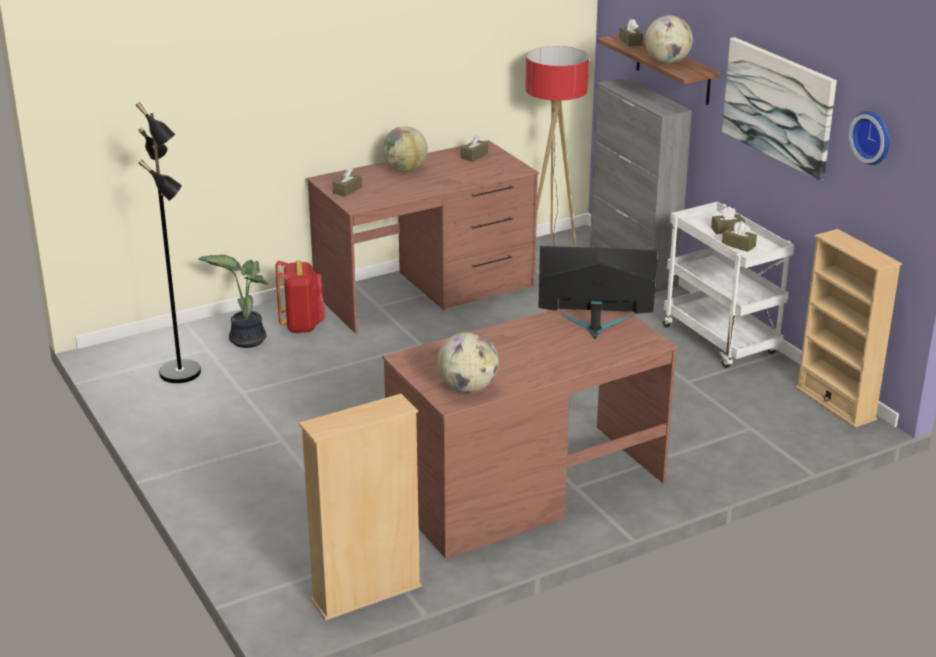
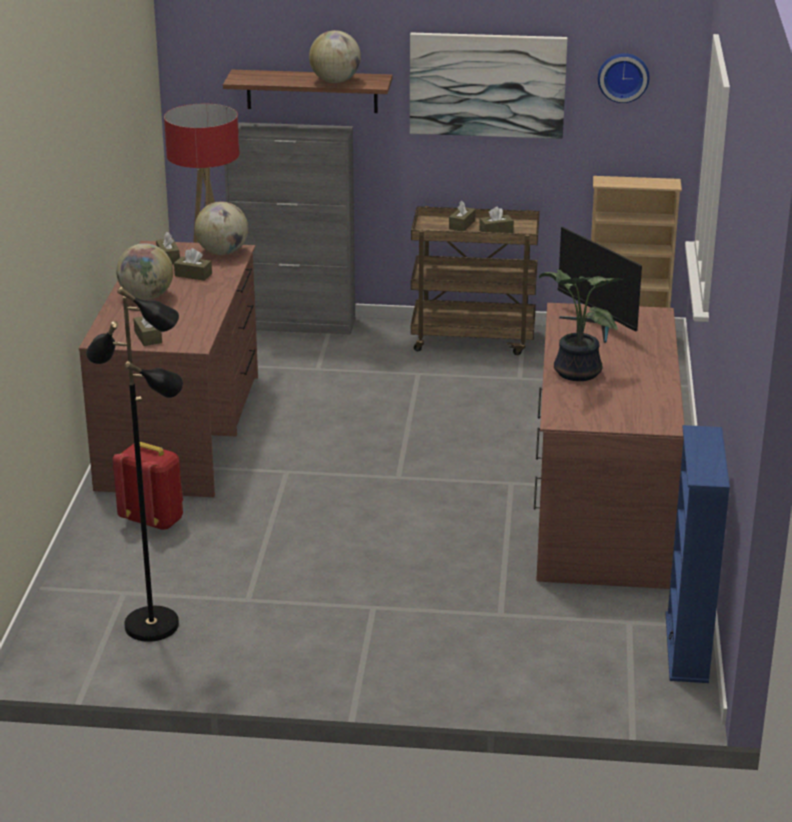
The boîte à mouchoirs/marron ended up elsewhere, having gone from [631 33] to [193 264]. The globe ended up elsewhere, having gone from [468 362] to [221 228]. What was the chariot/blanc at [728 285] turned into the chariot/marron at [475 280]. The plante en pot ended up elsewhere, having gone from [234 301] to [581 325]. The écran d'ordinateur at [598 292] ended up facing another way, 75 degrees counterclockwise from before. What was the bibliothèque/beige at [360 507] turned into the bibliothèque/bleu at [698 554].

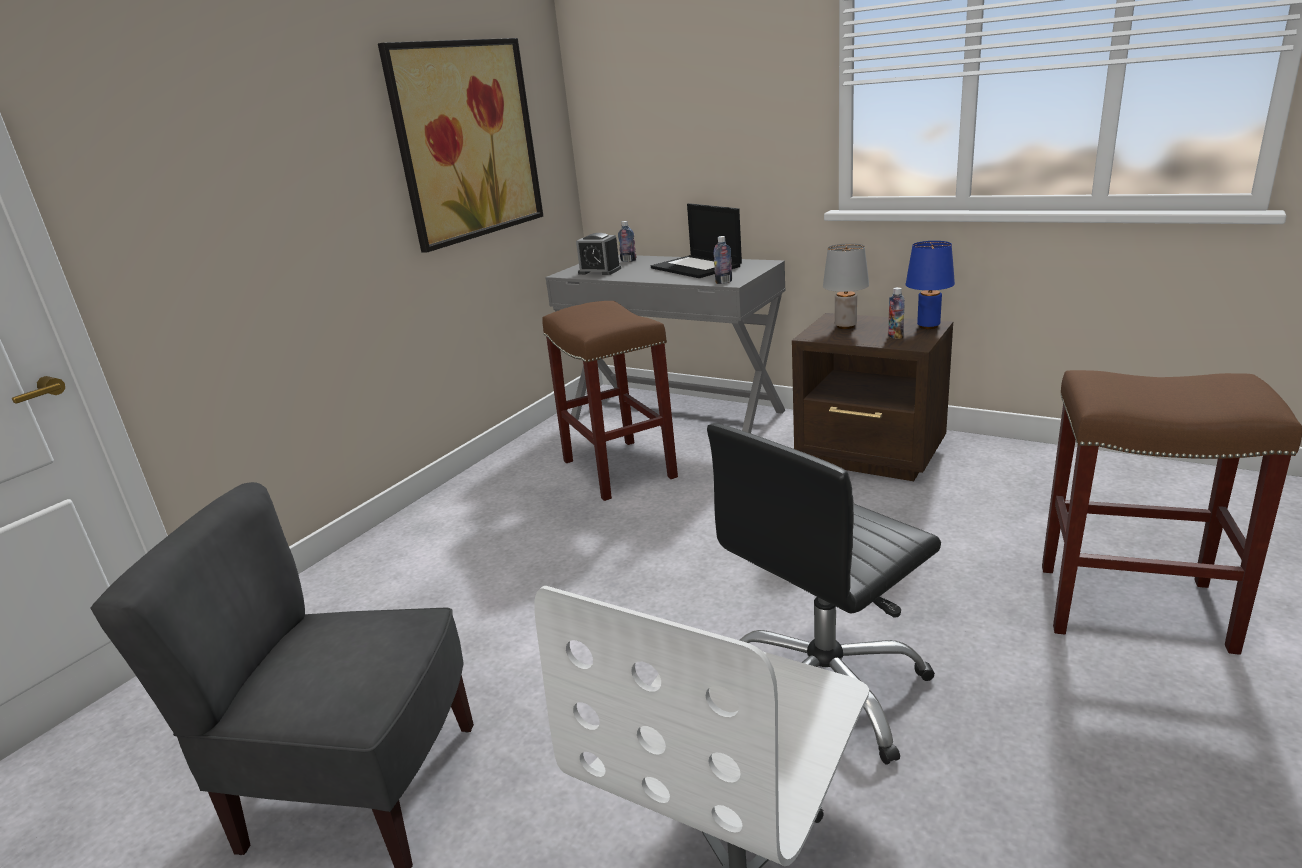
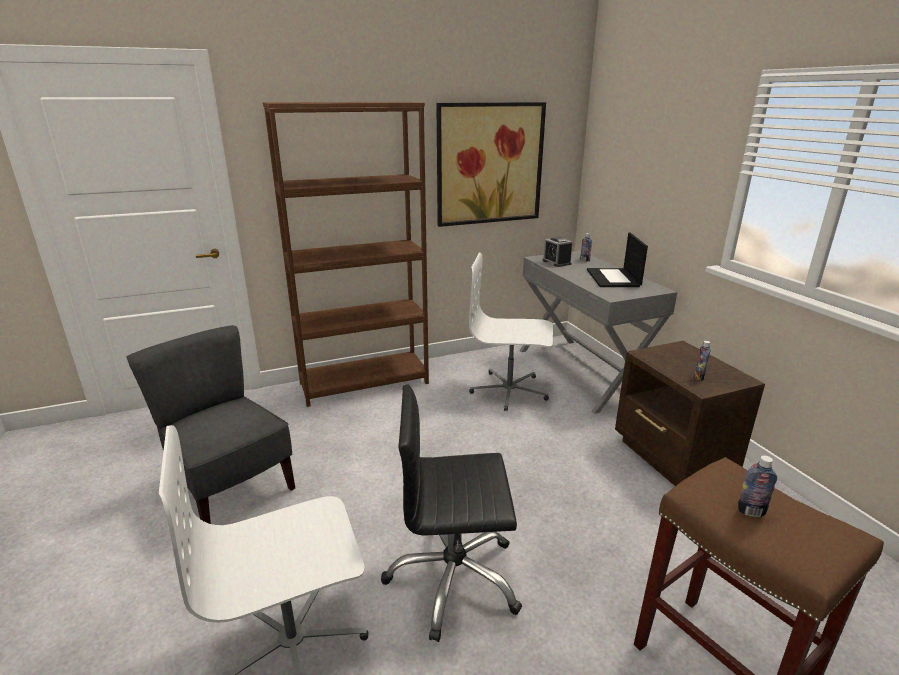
The second view gained the bibliothèque/marron at [346 254]. Where the tabouret/marron stood at [610 401], the chaise de bureau/blanc came to stand at [511 332]. The bouteille ended up elsewhere, having gone from [723 260] to [757 486]. The second view lost the lampe de table/gris at [846 286]. The second view lost the lampe de table/bleu at [930 285].

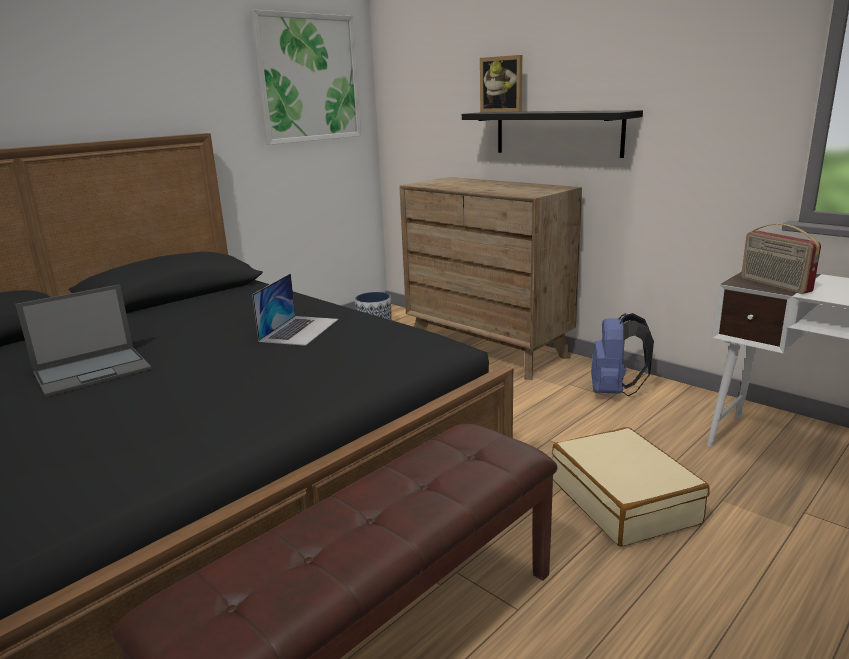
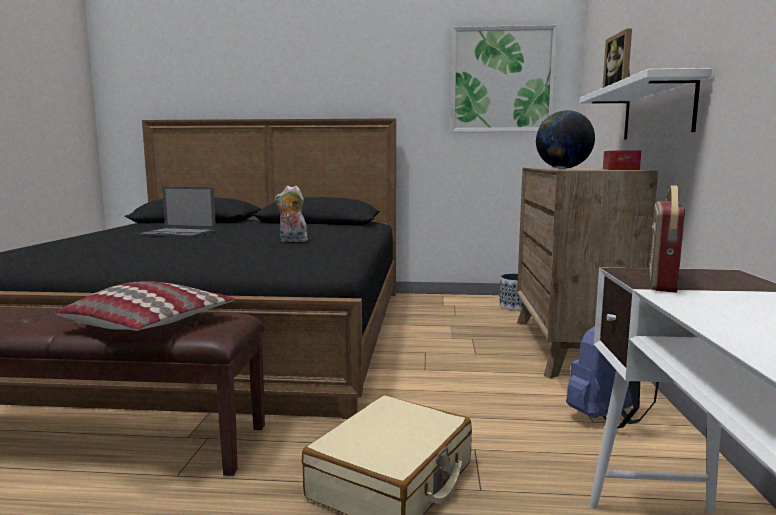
The second view gained the coussin at [145 306]. Where the ordinateur portable stood at [295 309], the peluche came to stand at [291 214]. The second view gained the globe at [565 139]. What was the étagère/noir at [552 134] turned into the étagère/blanc at [645 103]. The second view gained the boîte à mouchoirs at [622 160].

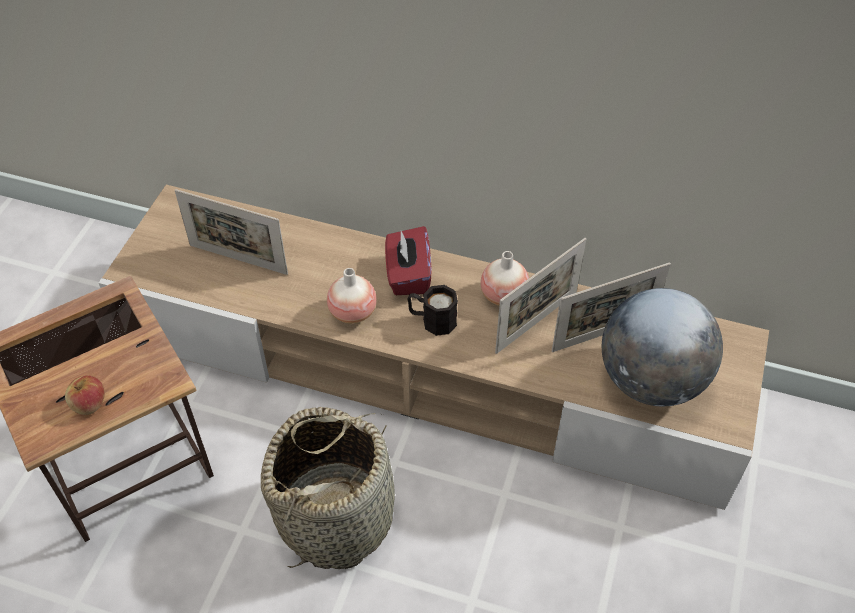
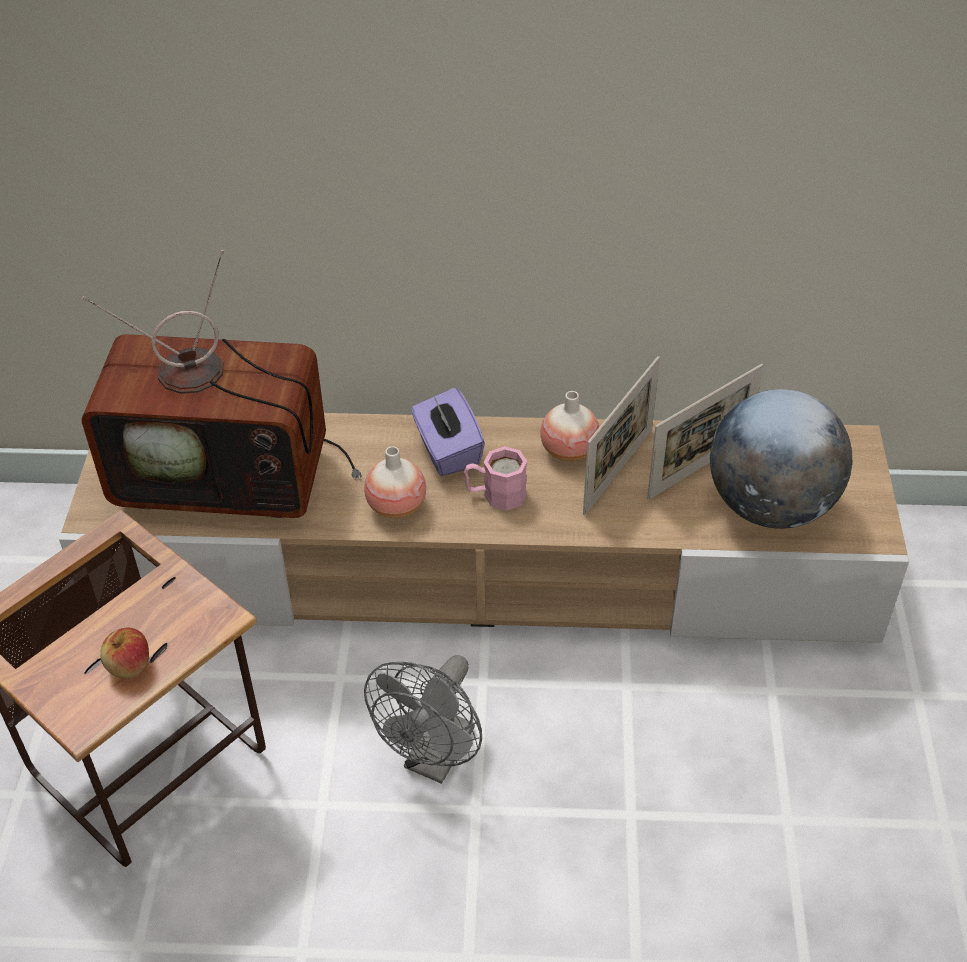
Where the cadre photo stood at [231 232], the téléviseur came to stand at [222 384]. Where the panier stood at [328 488], the ventilateur/gris came to stand at [423 719]. What was the boîte à mouchoirs/rouge at [408 260] turned into the boîte à mouchoirs/violet at [448 432]. What was the mug/noir at [433 310] turned into the mug/rose at [495 478].

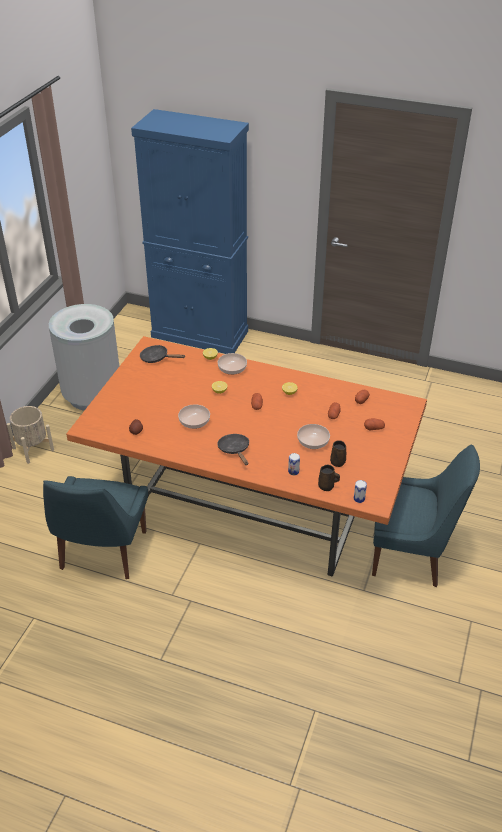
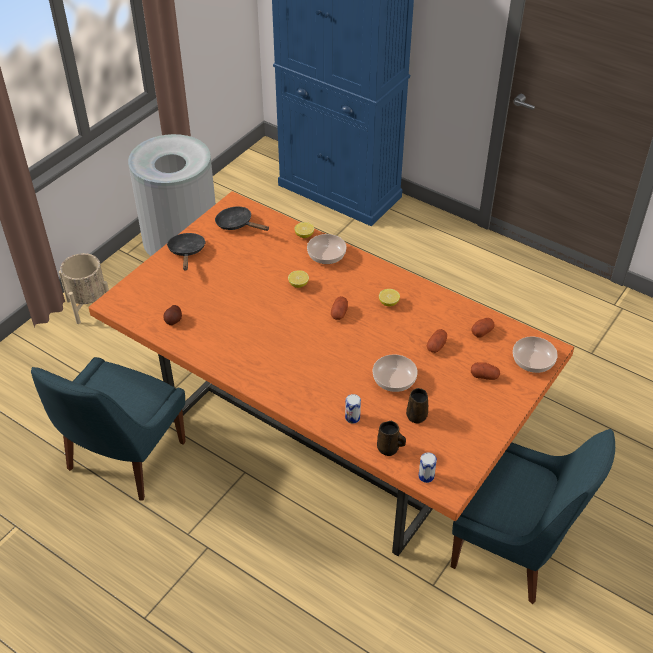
The poêle/noir ended up elsewhere, having gone from [233 449] to [186 251]. The bol ended up elsewhere, having gone from [194 416] to [535 354].

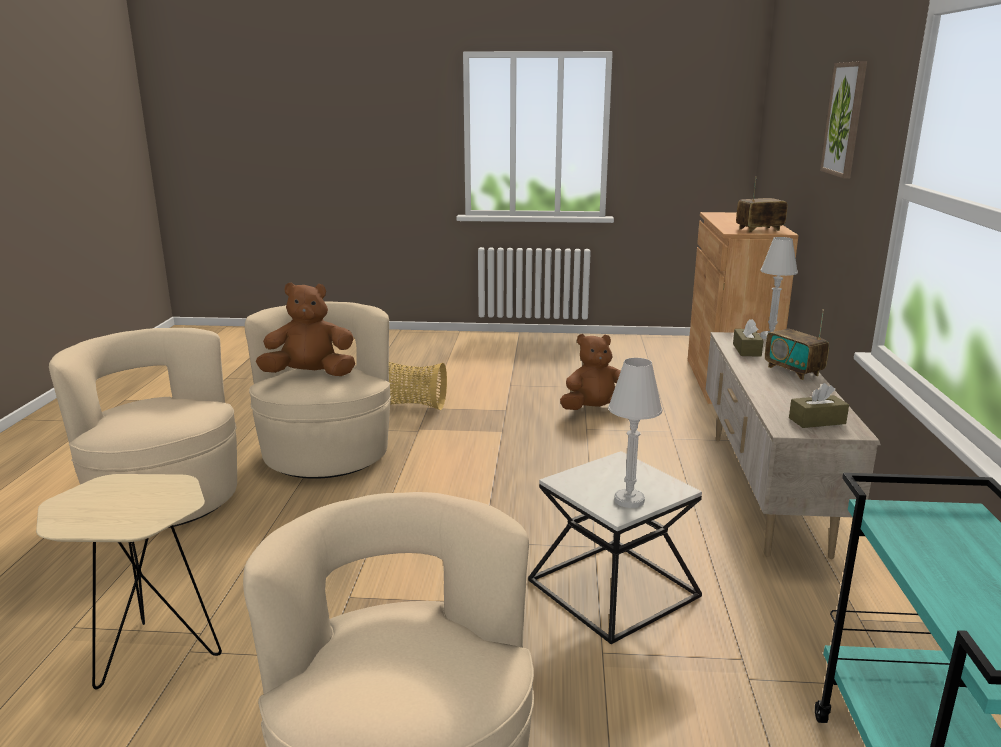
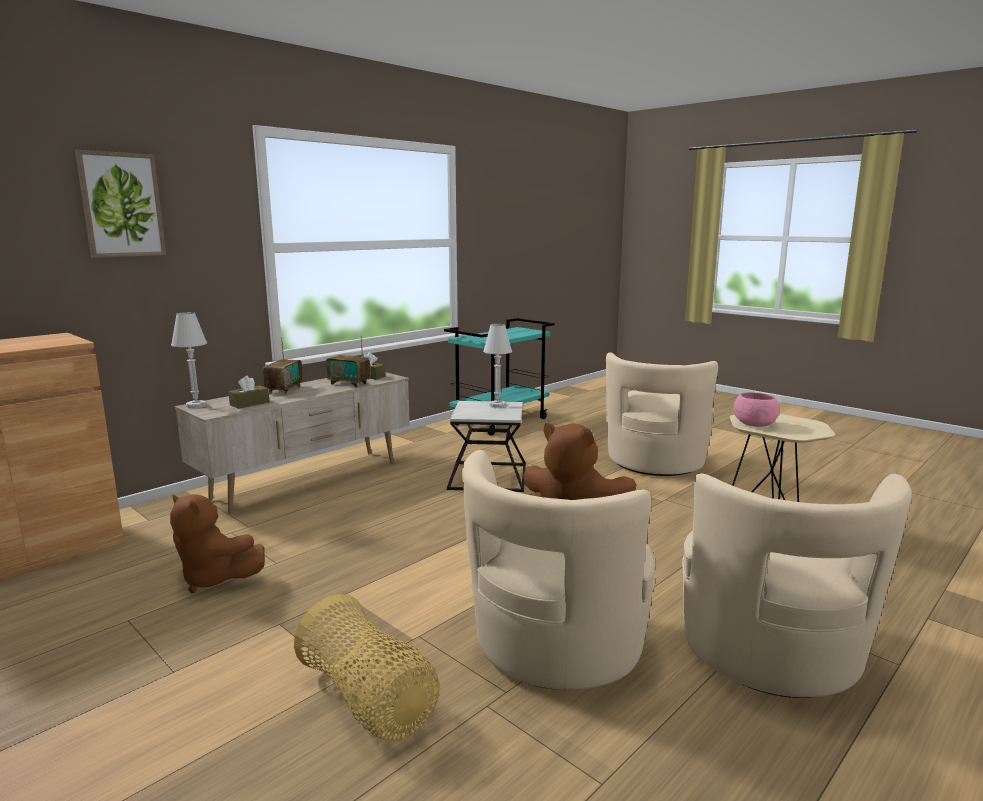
The radio ended up elsewhere, having gone from [762 204] to [348 362]. The second view gained the bol/rose at [756 409].

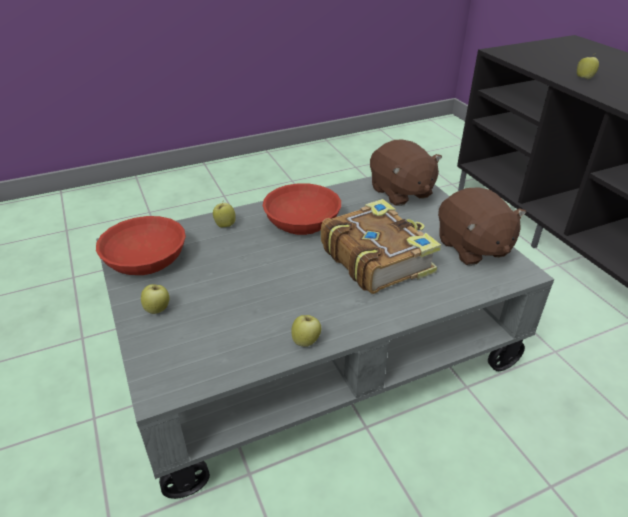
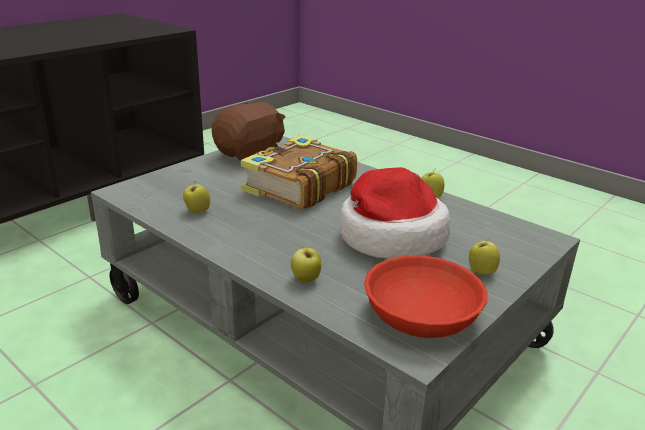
The pomme ended up elsewhere, having gone from [588 67] to [196 197]. The second view gained the chapeau at [395 213]. The second view lost the bol/rouge at [302 209]. The second view lost the peluche/marron at [406 172].

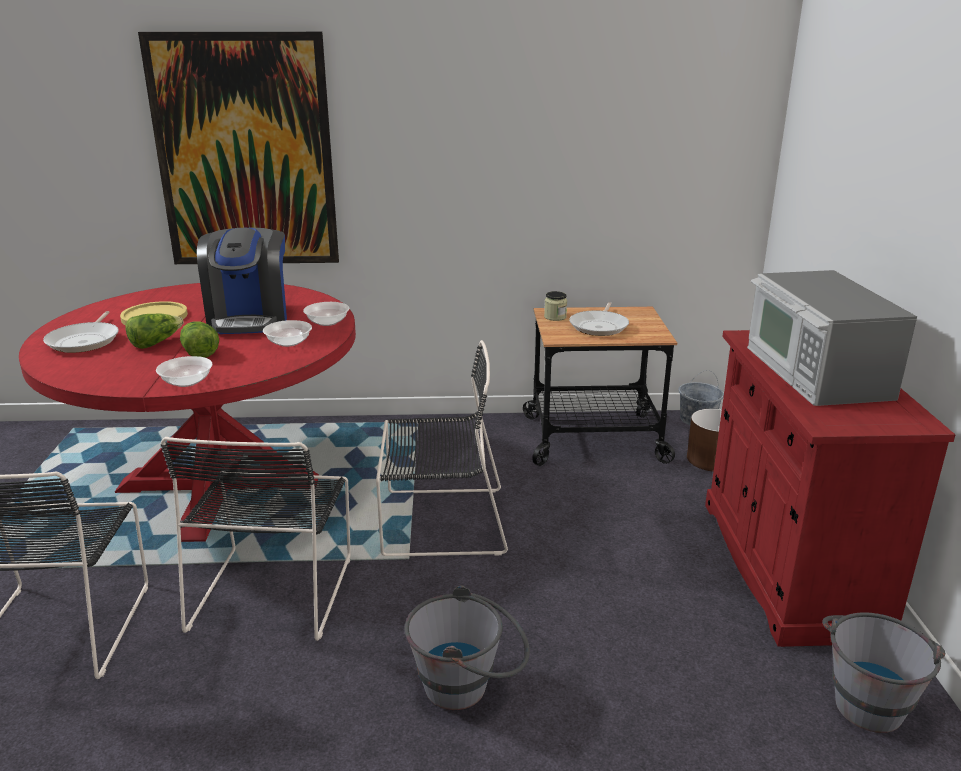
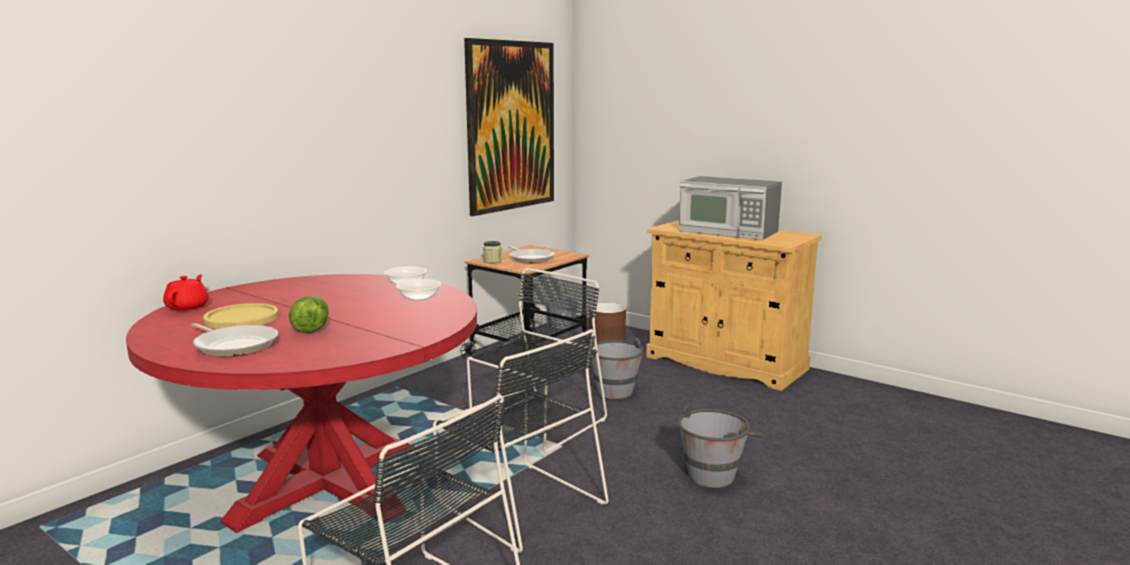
The second view gained the théière/rouge at [186 292]. The tableau ended up elsewhere, having gone from [238 148] to [509 127]. The seau/gris ended up elsewhere, having gone from [883 672] to [613 368]. What was the meuble de rangement/rouge at [830 488] turned into the meuble de rangement/beige at [734 305]. The second view lost the bol at [184 371]. The second view lost the laitue at [199 339]. The second view lost the machine à café at [242 281].

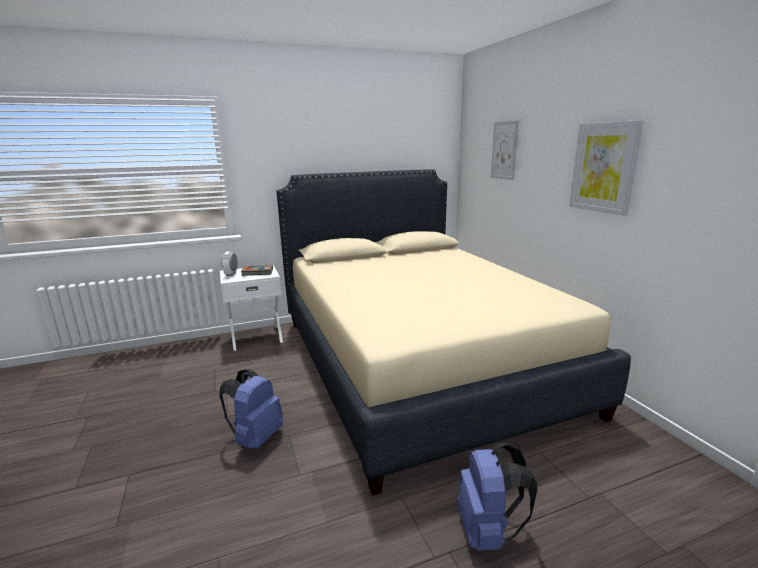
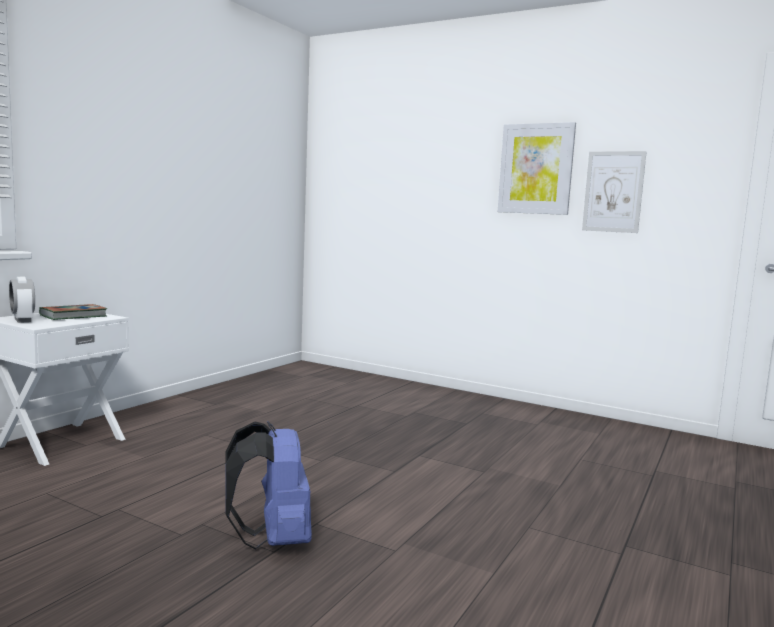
The tableau ended up elsewhere, having gone from [505 150] to [614 192]. The second view lost the lit/beige at [453 332]. The second view lost the sac à dos/bleu at [497 497].

